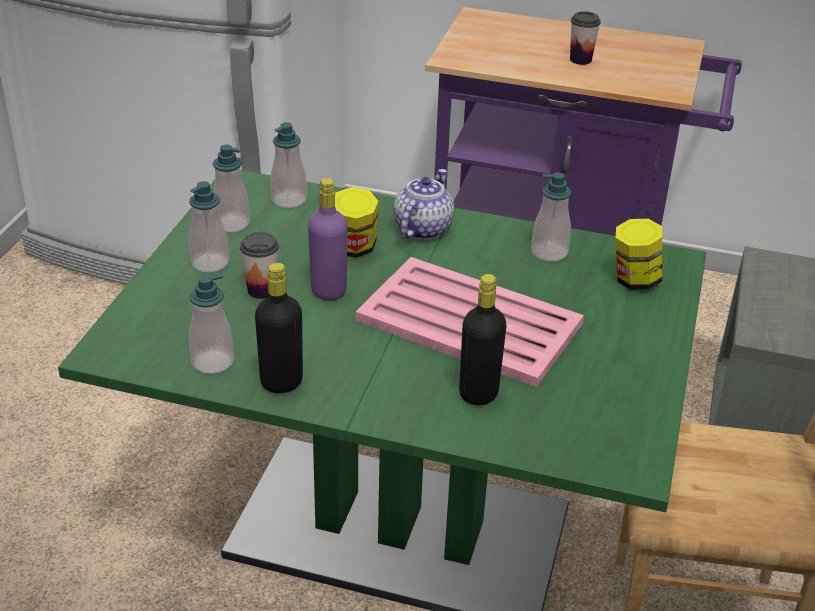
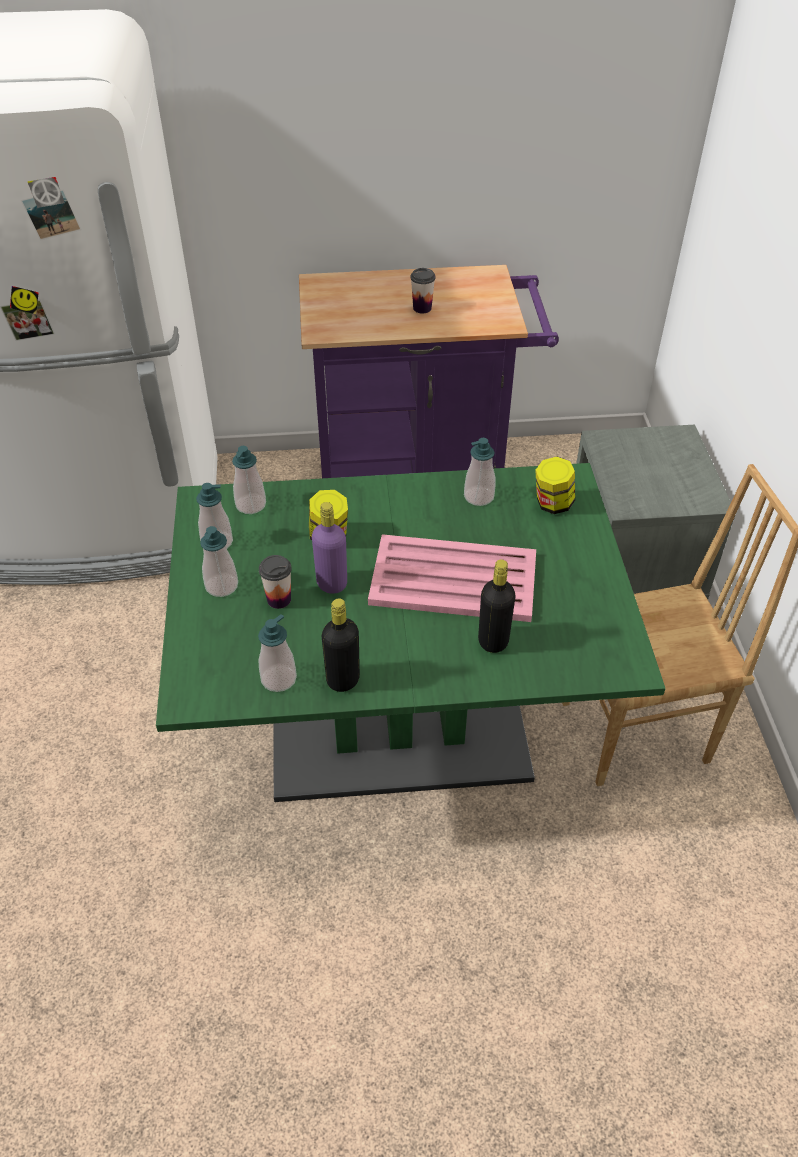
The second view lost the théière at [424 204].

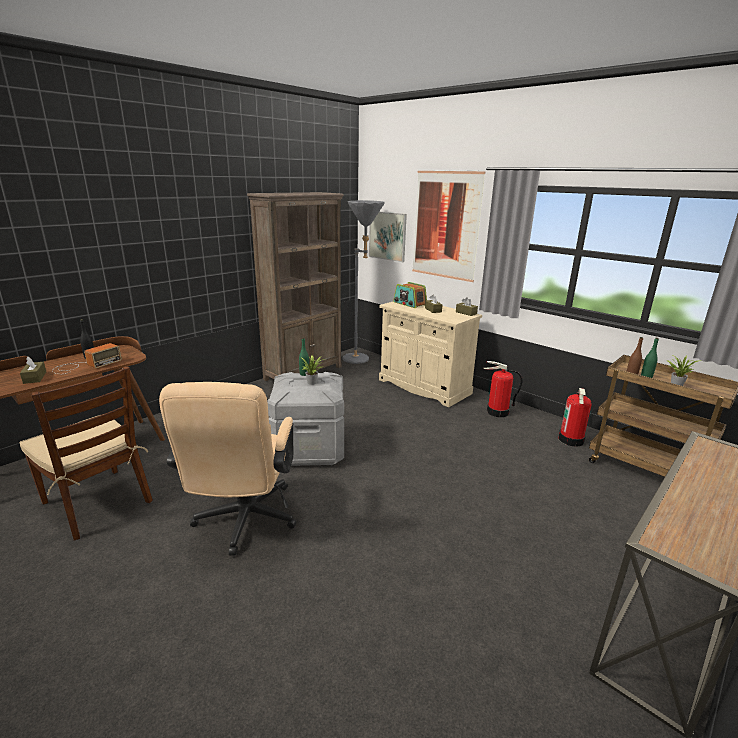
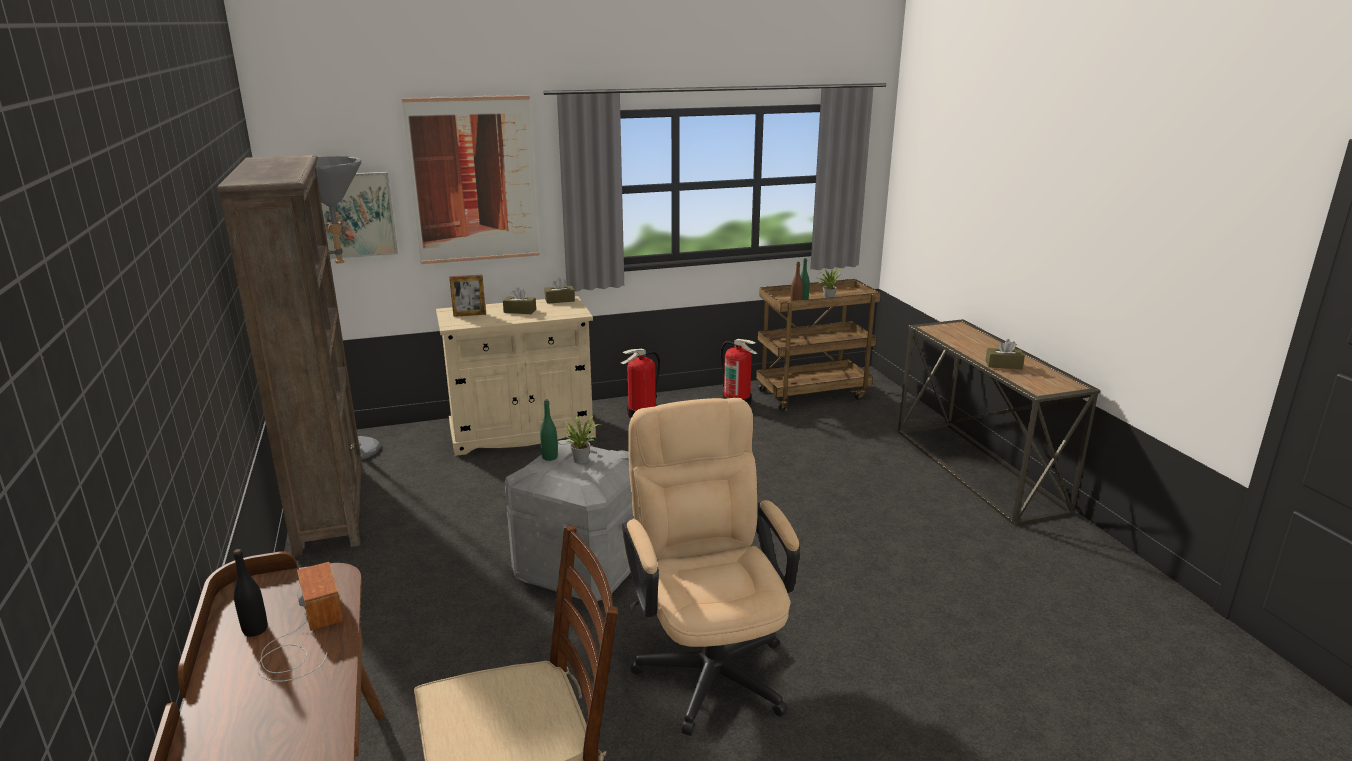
Where the radio stood at [410 295], the cadre photo came to stand at [467 296]. The chaise de bureau/beige at [228 469] ended up facing another way, 135 degrees counterclockwise from before. The boîte à mouchoirs/marron ended up elsewhere, having gone from [33 370] to [1005 354].

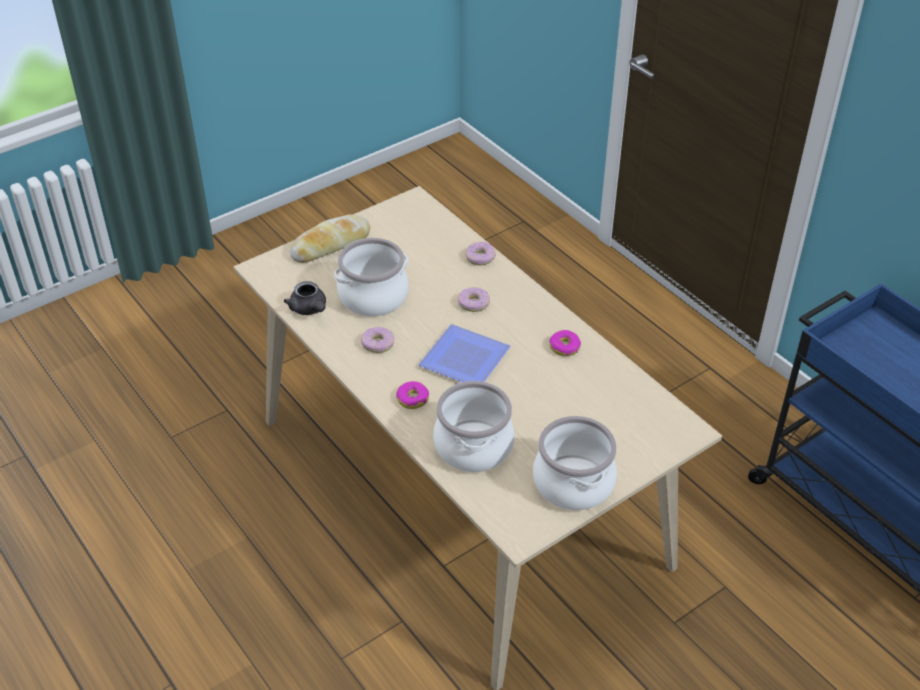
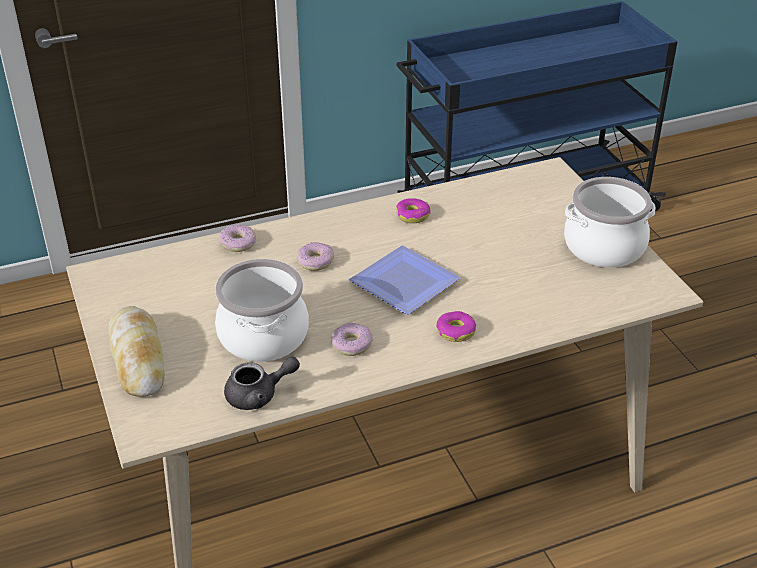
The second view lost the marmite at [474 426].

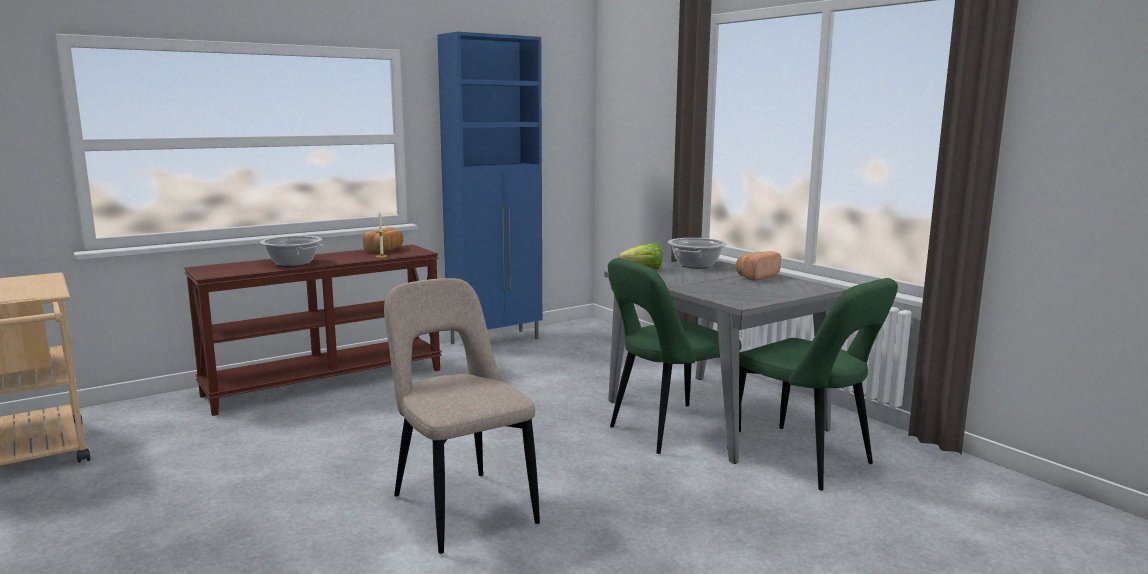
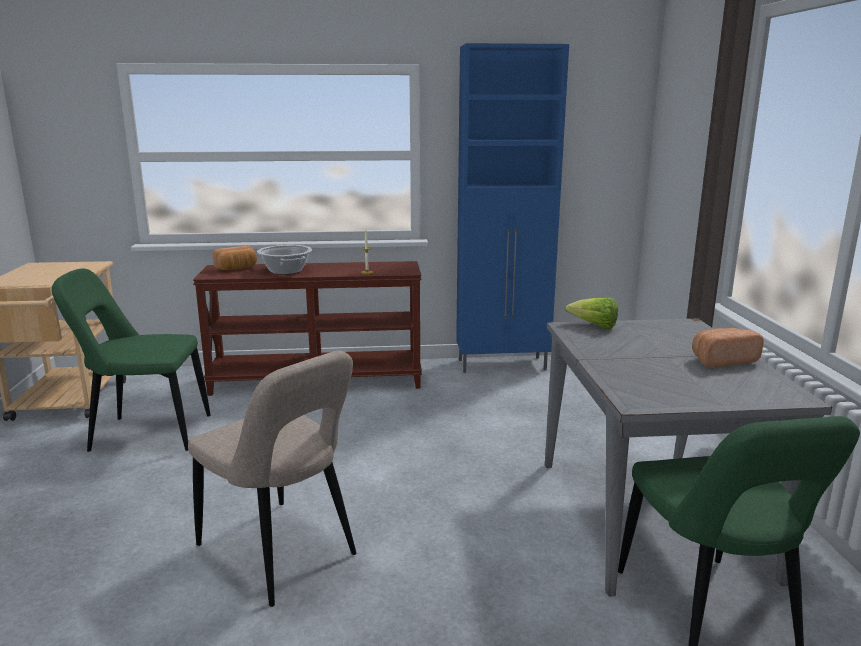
The chaise/vert ended up elsewhere, having gone from [675 356] to [131 360]. The chaise/beige at [462 416] ended up facing another way, 135 degrees clockwise from before. The pain ended up elsewhere, having gone from [383 239] to [235 257]. The second view lost the marmite at [697 253].

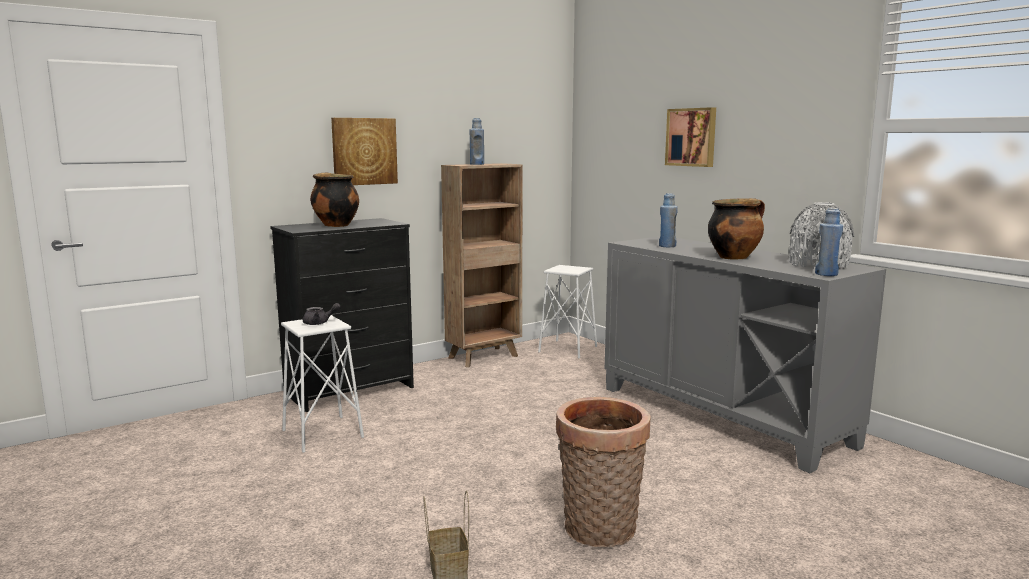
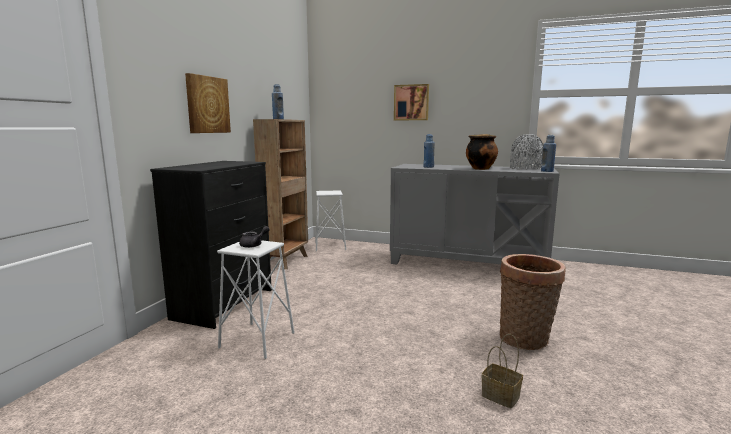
The second view lost the marmite at [334 199].

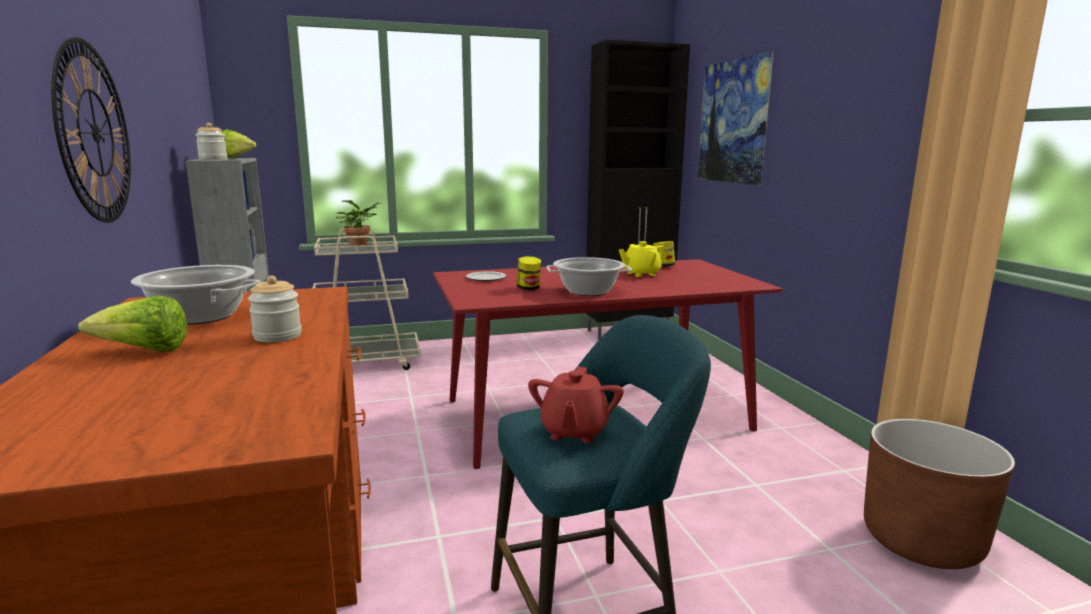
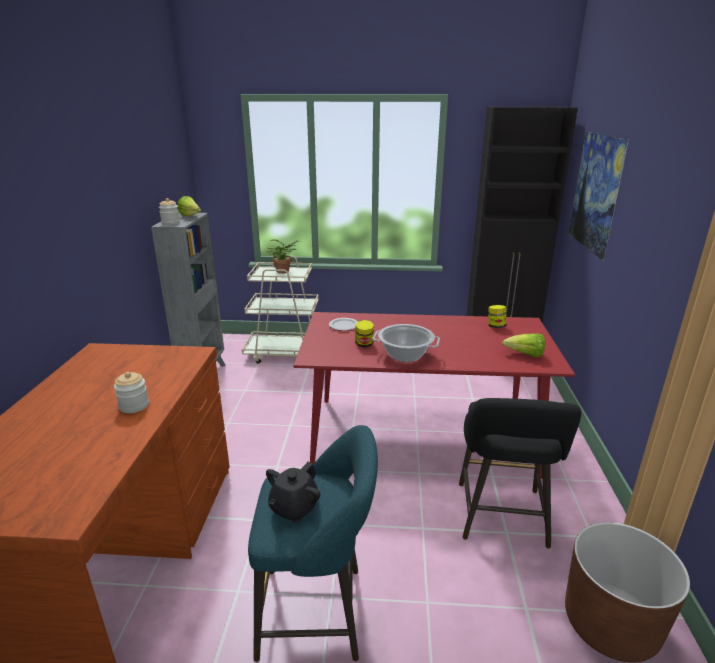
What was the théière/rouge at [576 405] turned into the théière/noir at [293 492]. The second view gained the tabouret/noir at [520 473]. The laitue ended up elsewhere, having gone from [133 323] to [523 345]. The second view lost the horloge murale at [91 130]. The second view lost the marmite at [196 295]. The second view lost the théière/jaune at [642 259].

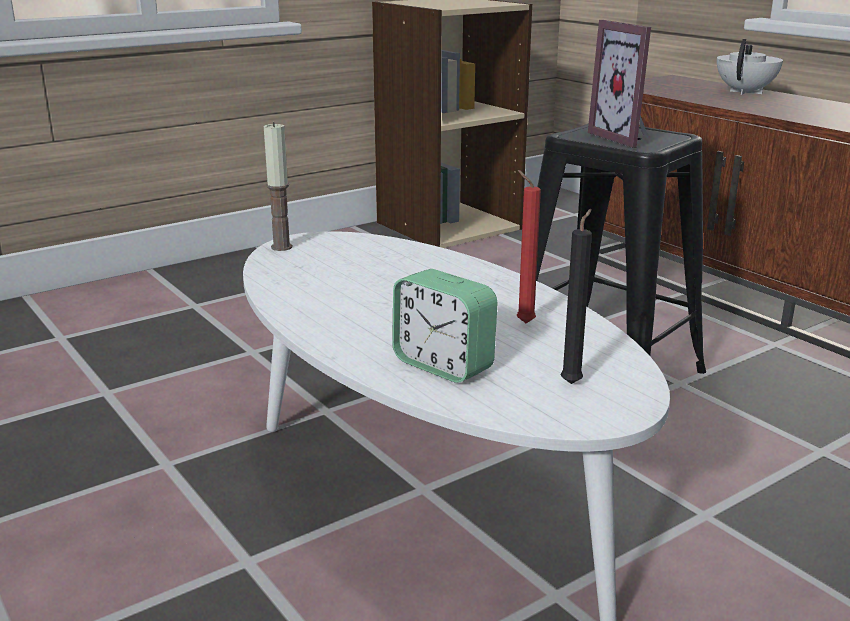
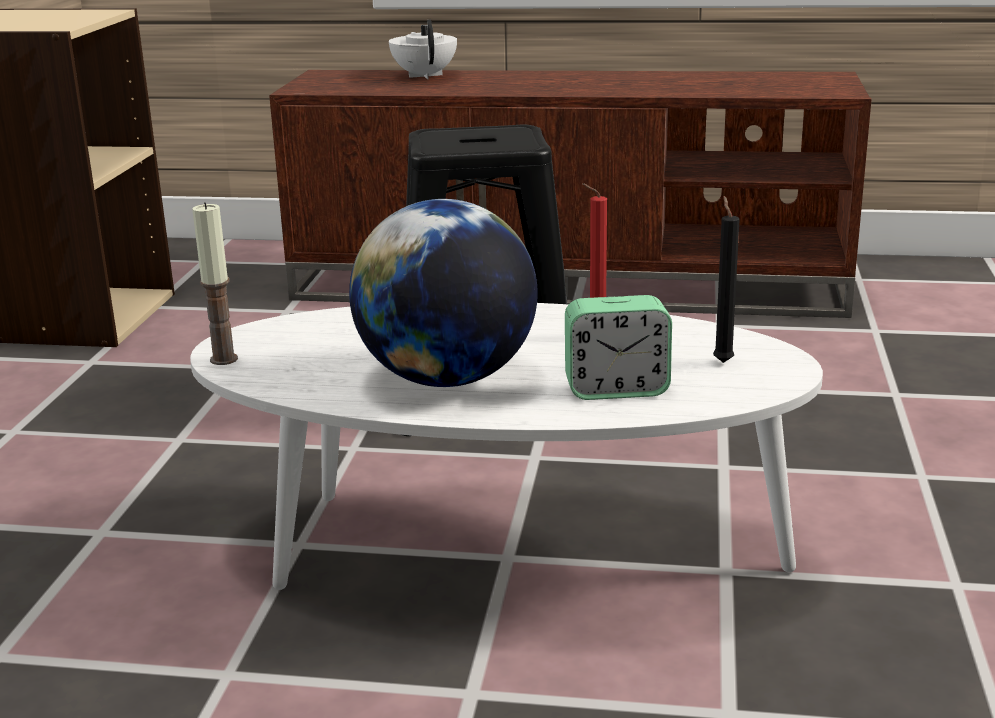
The second view gained the globe at [443 293]. The second view lost the cadre photo at [619 84].

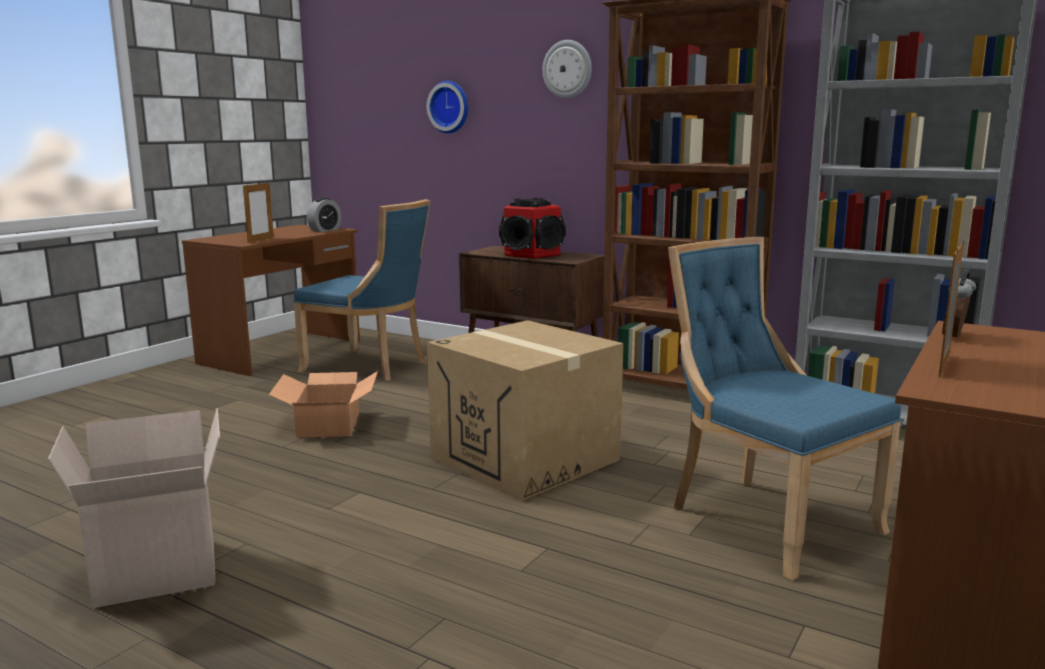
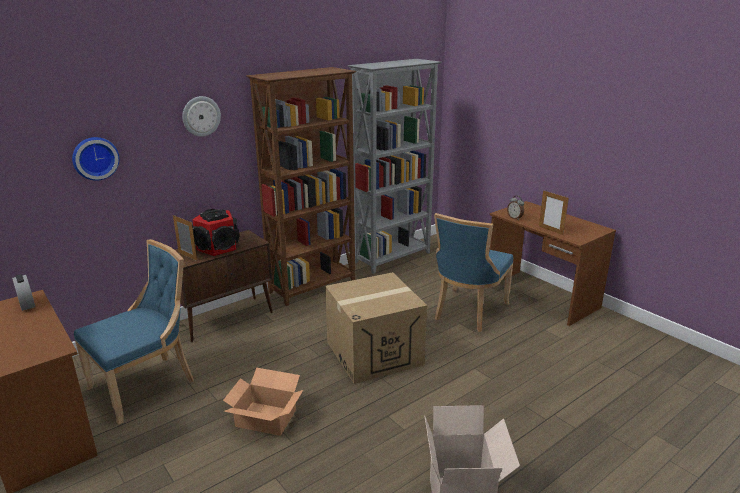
The cadre photo ended up elsewhere, having gone from [258 212] to [185 238]. The chaise/bleu at [784 408] ended up facing another way, 45 degrees counterclockwise from before.

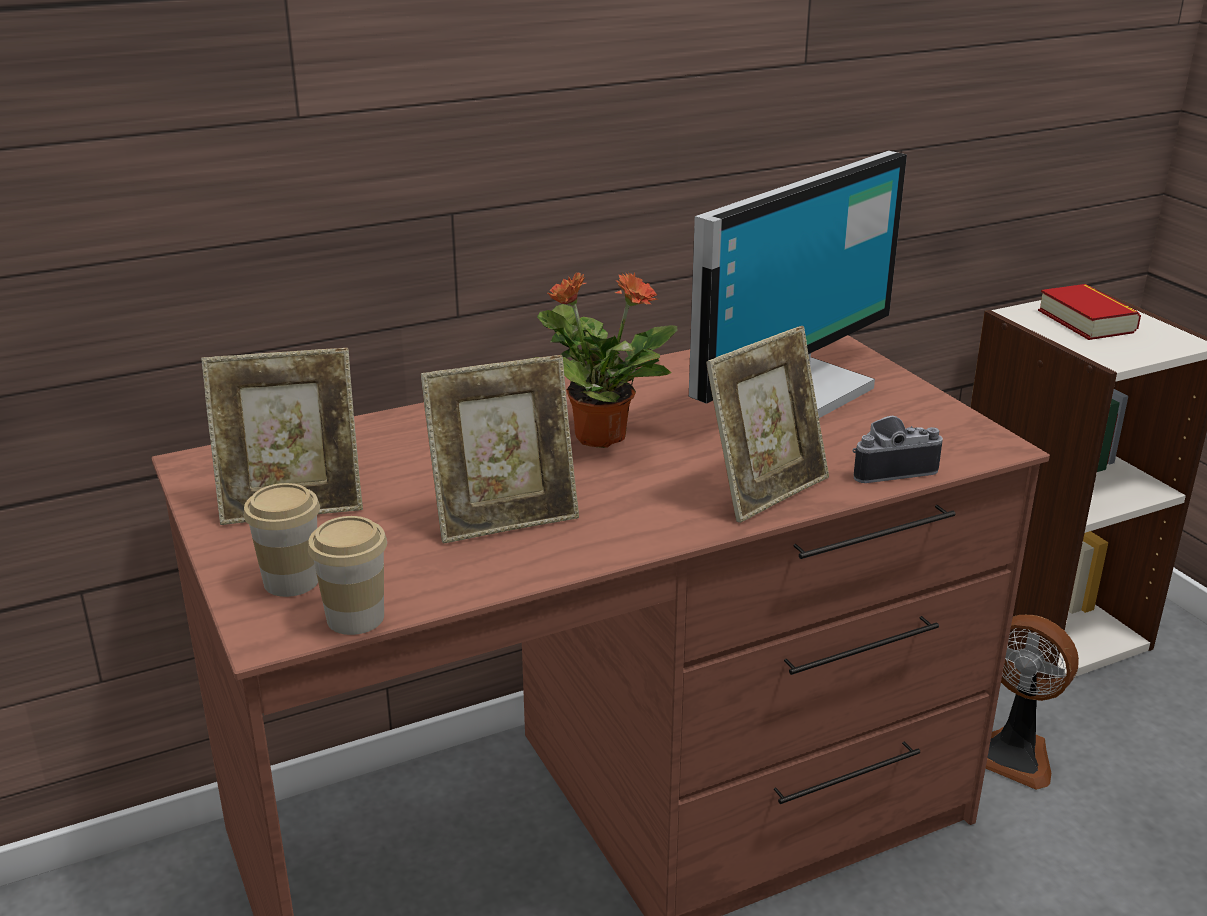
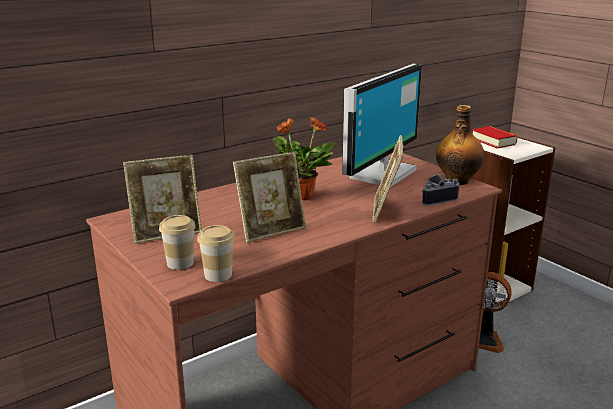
The cadre photo at [767 424] ended up facing another way, 150 degrees clockwise from before. The second view gained the bouteille at [460 145].

